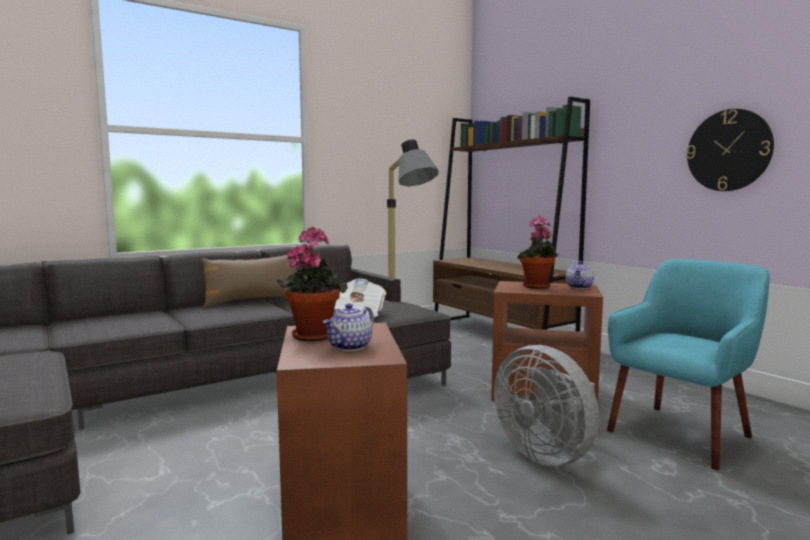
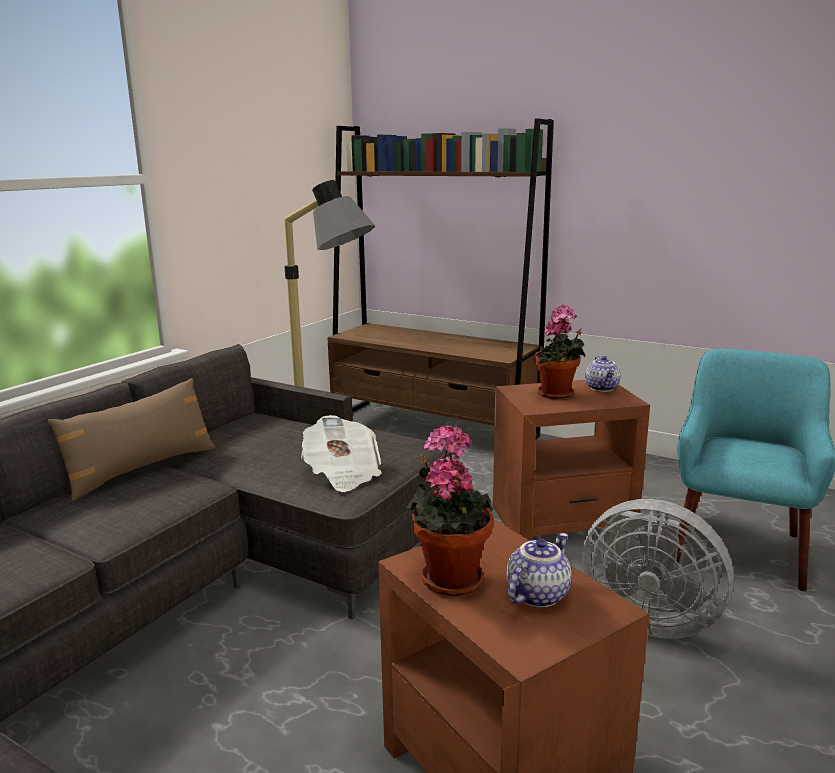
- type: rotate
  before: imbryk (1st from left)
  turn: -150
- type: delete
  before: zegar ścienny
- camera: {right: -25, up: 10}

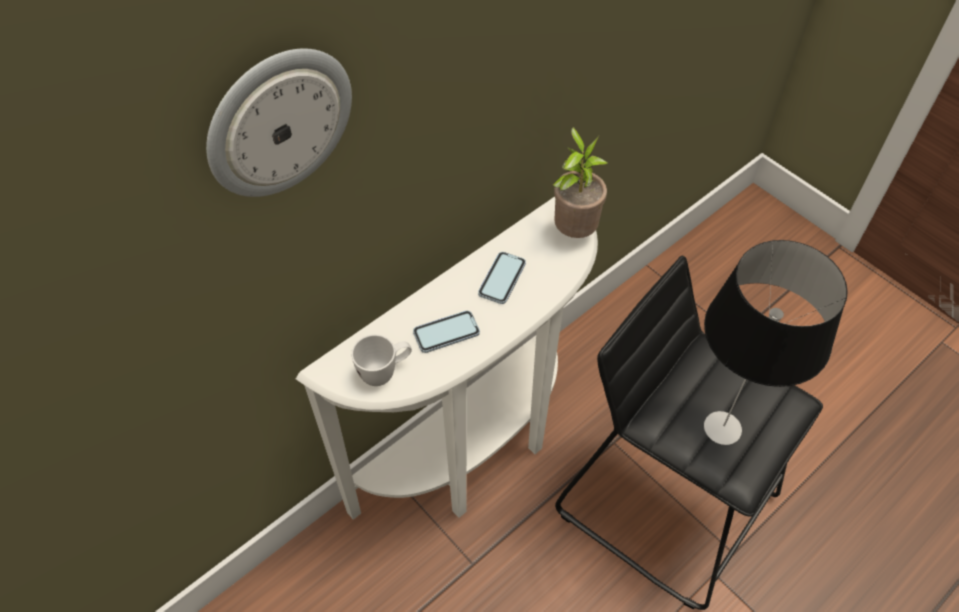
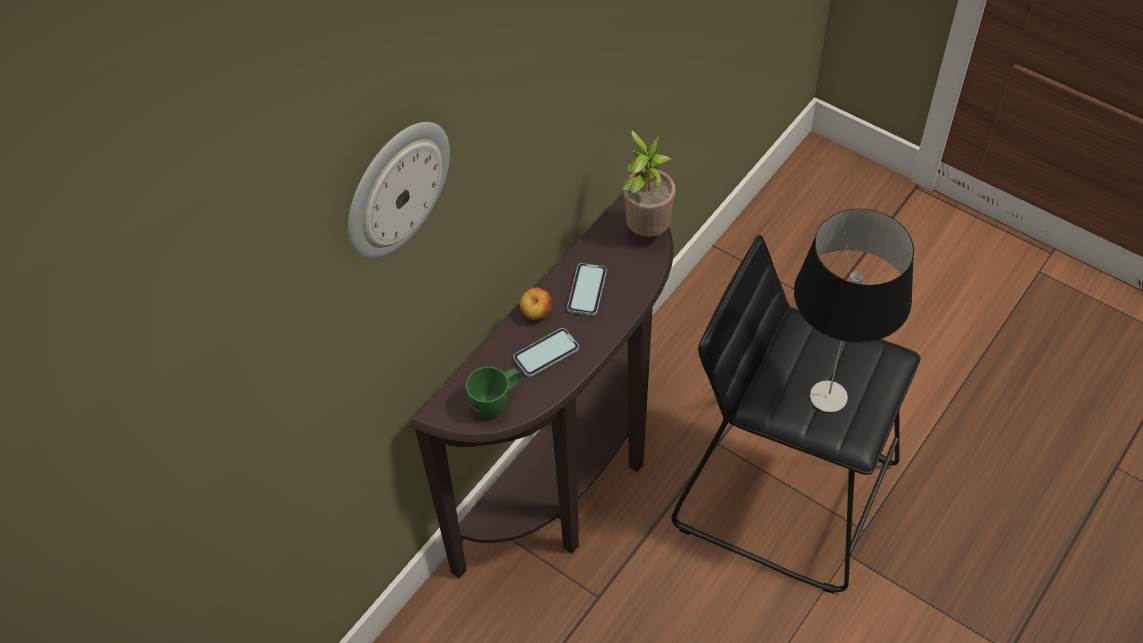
- type: recolor
  before: stolik konsolowy (biały)
  after: stolik konsolowy (brązowy)
- type: recolor
  before: kubek (biały)
  after: kubek (zielony)
- type: insert
  after: jabłko
- camera: {right: -10, up: 0}

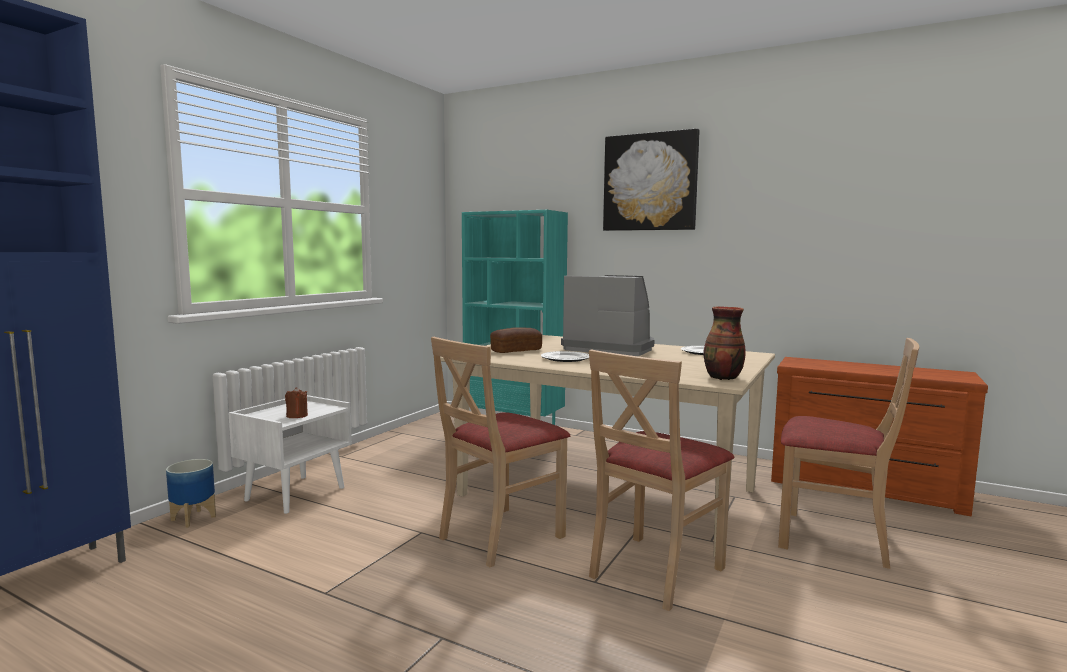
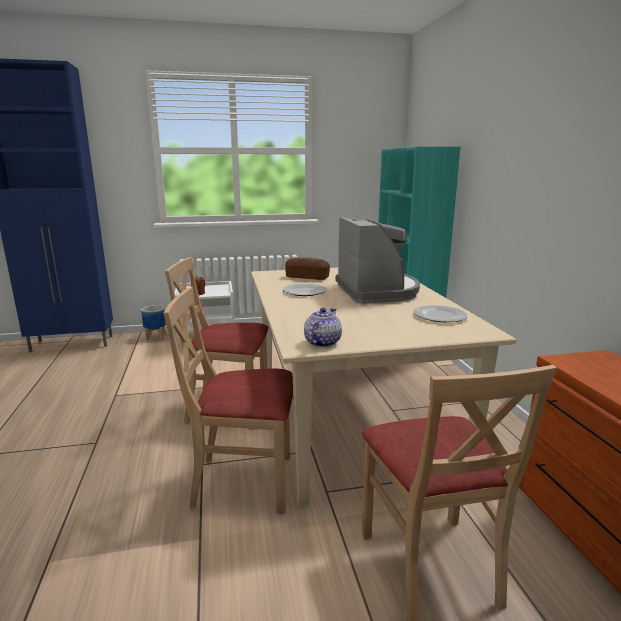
- type: replace
  before: wazon
  after: imbryk
- type: delete
  before: obraz
- camera: {right: 50, up: 10}

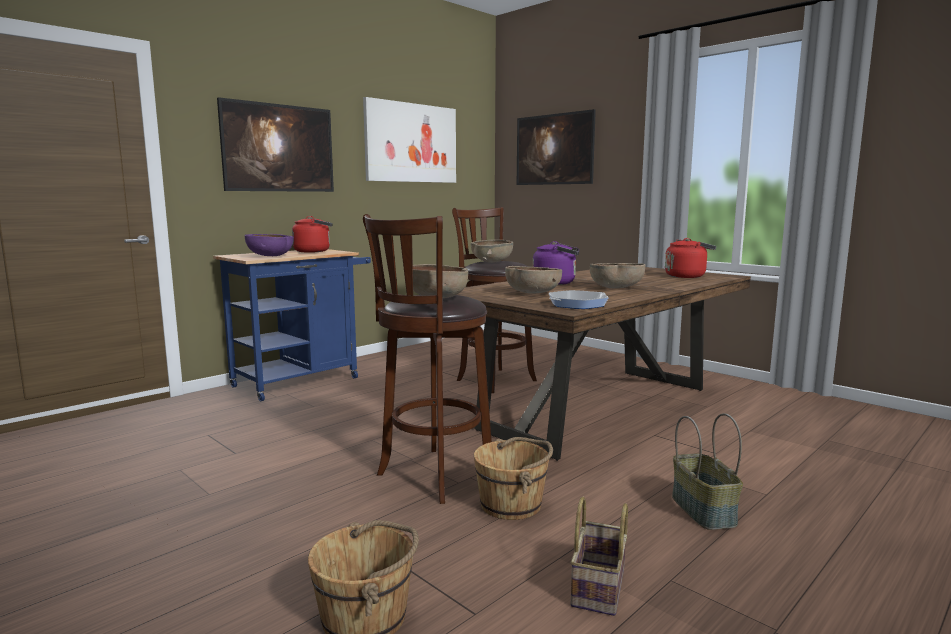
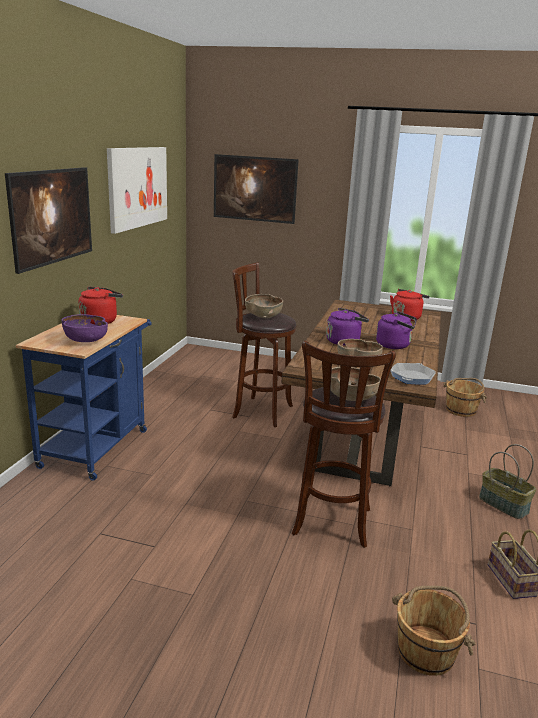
- type: replace
  before: miska (brązowy) (4th from left)
  after: czajnik (fioletowy) (2nd from left)
- type: move
  before: wiadro (brązowy) (2nd from left)
- camera: {right: -30, up: 10}

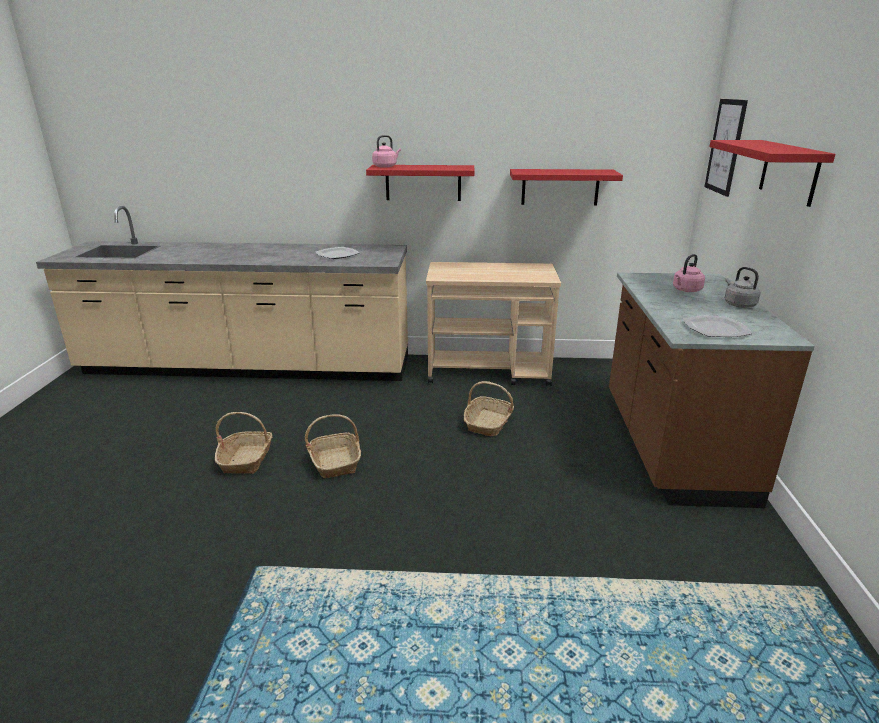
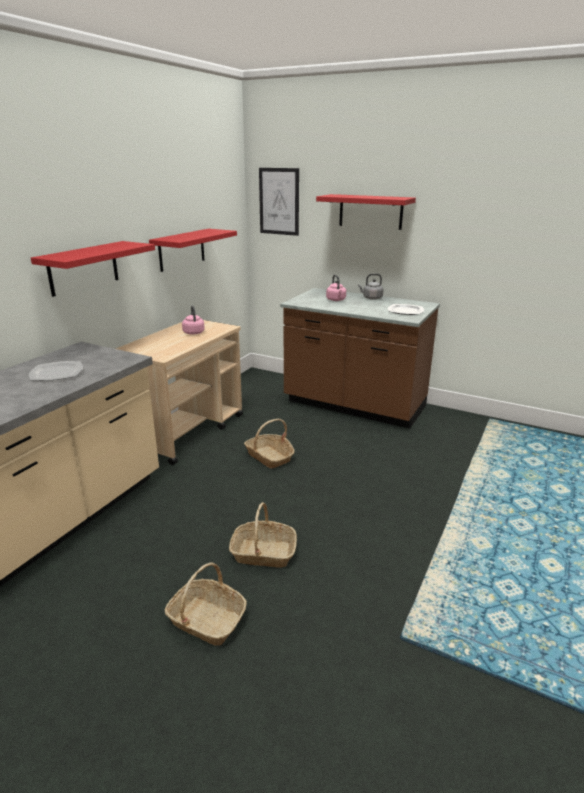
- type: move
  before: czajnik (różowy) (1st from left)
- camera: {right: -65, up: 0}

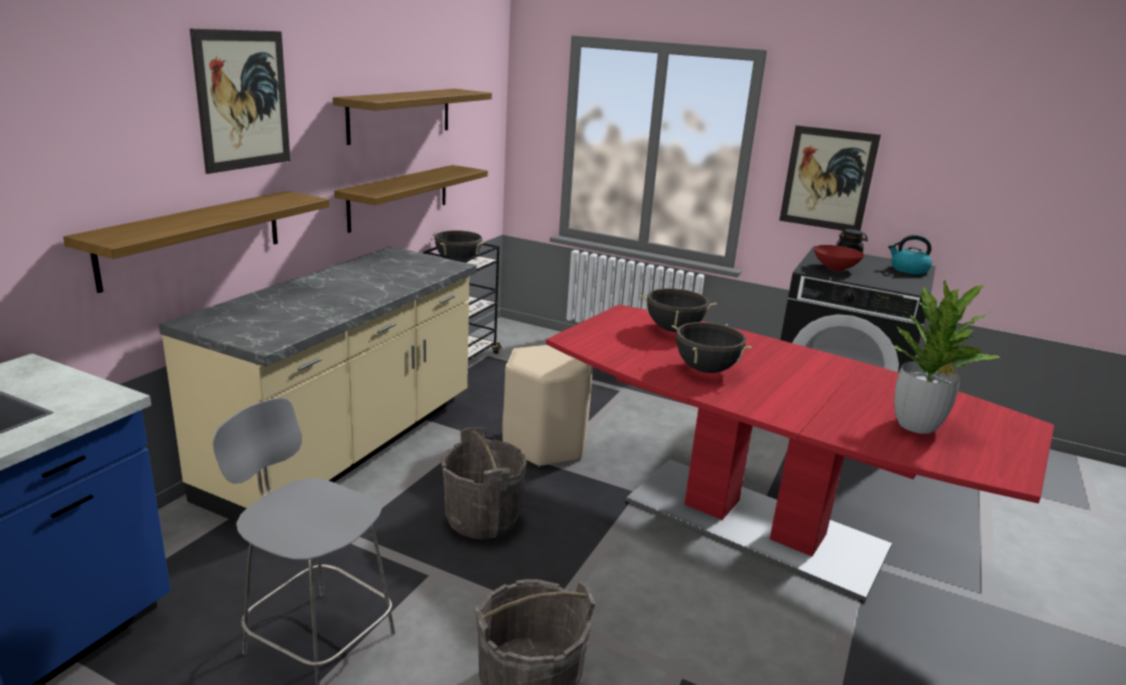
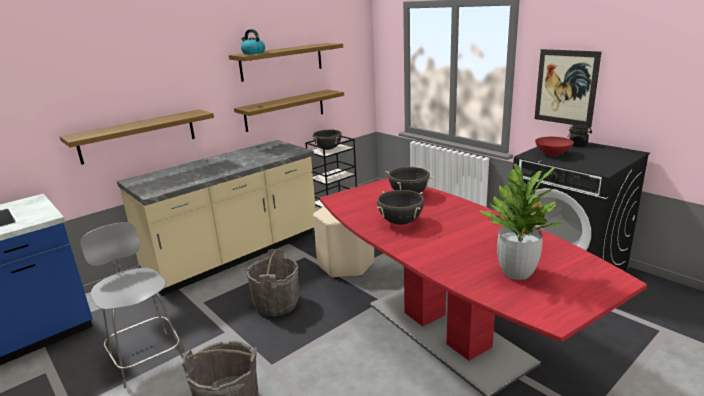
- type: move
  before: czajnik
- type: delete
  before: obraz (1st from left)
- camera: {right: 25, up: 0}

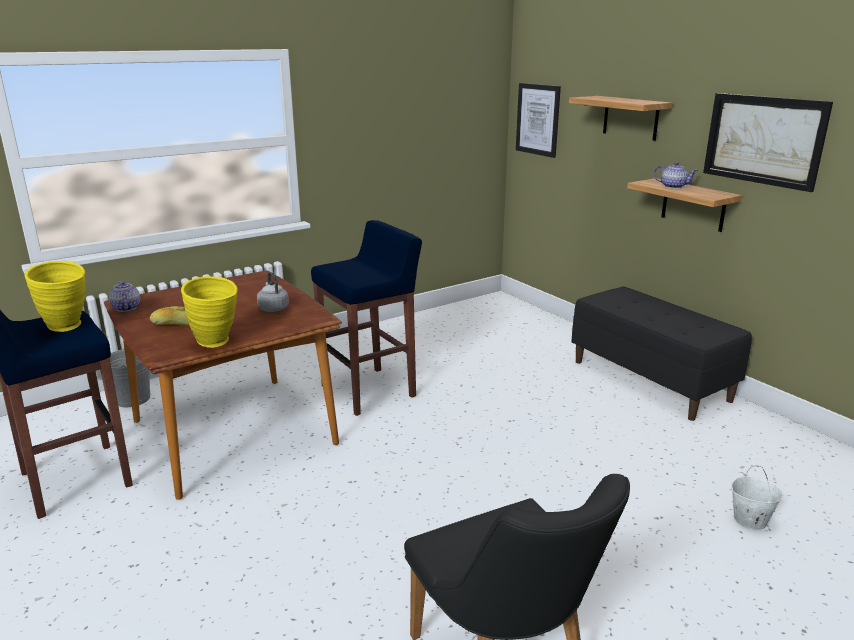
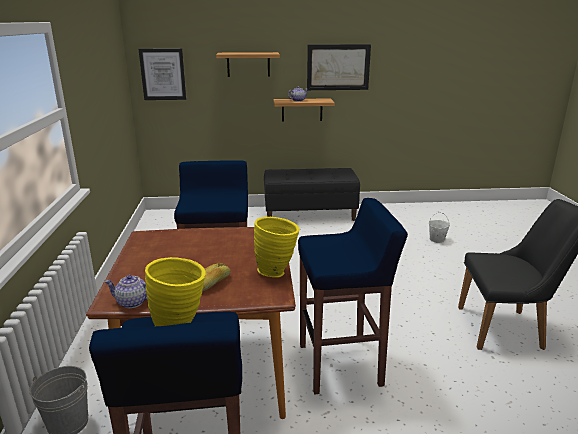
- type: insert
  after: stołek (niebieski) (3rd from left)
- type: delete
  before: czajnik (szary)
- camera: {right: -60, up: 0}

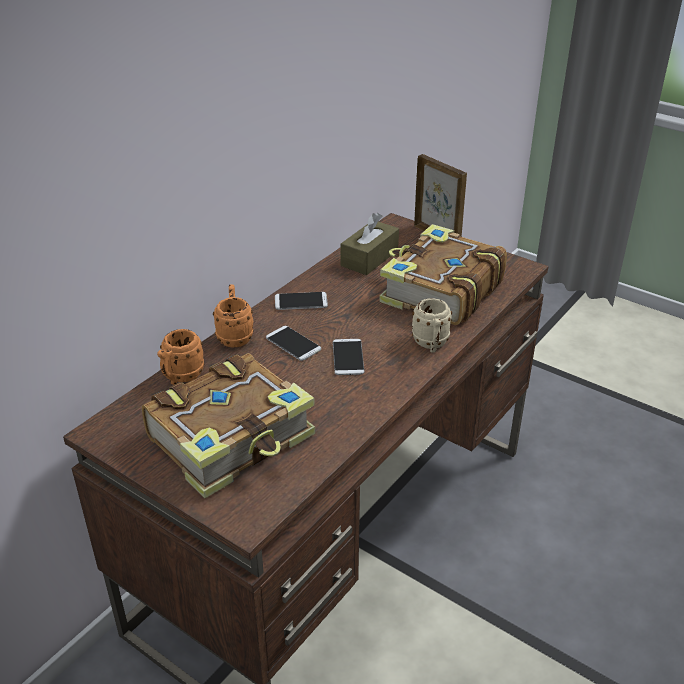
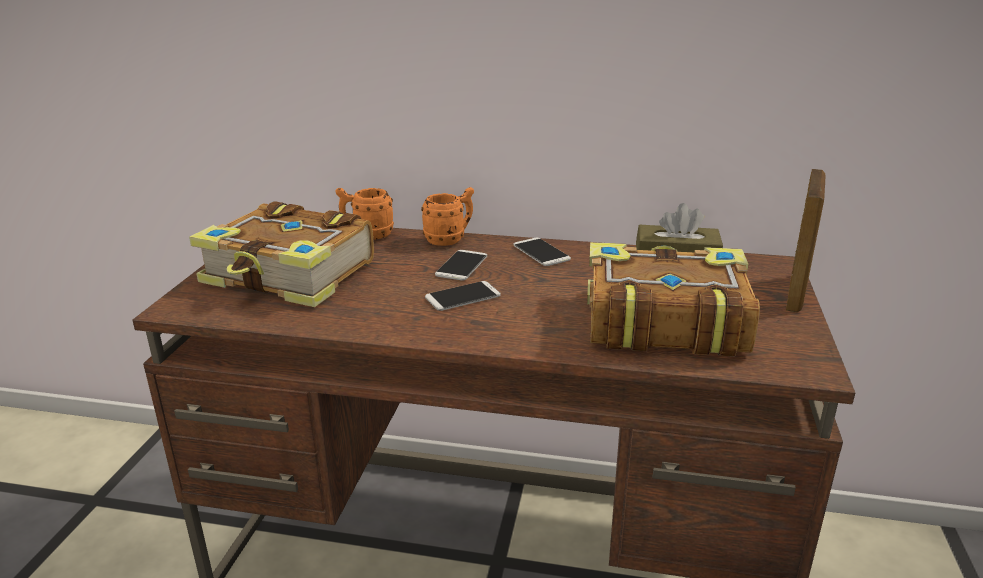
- type: delete
  before: kubek (beżowy)
- camera: {right: 65, up: -10}

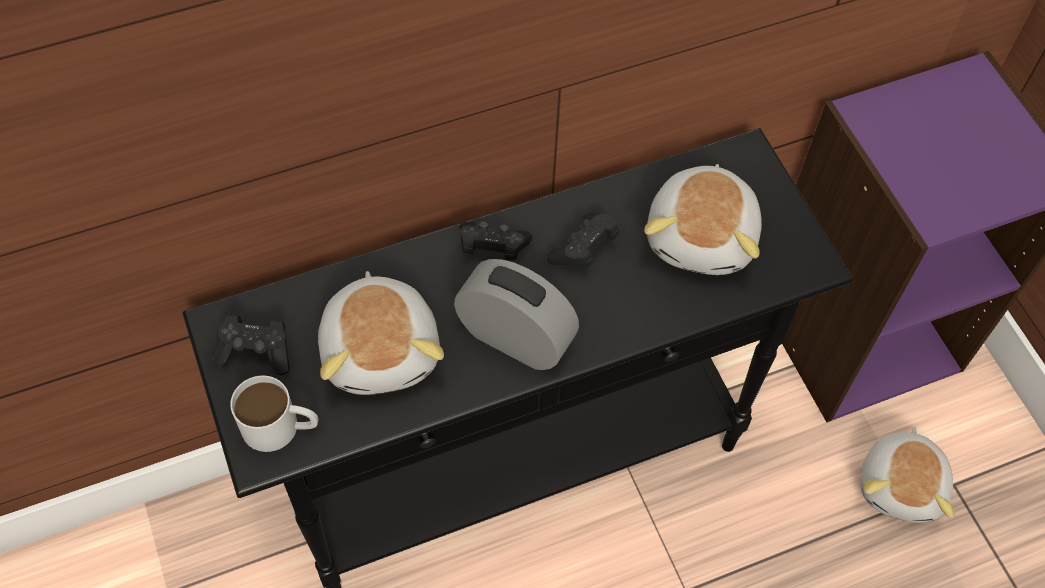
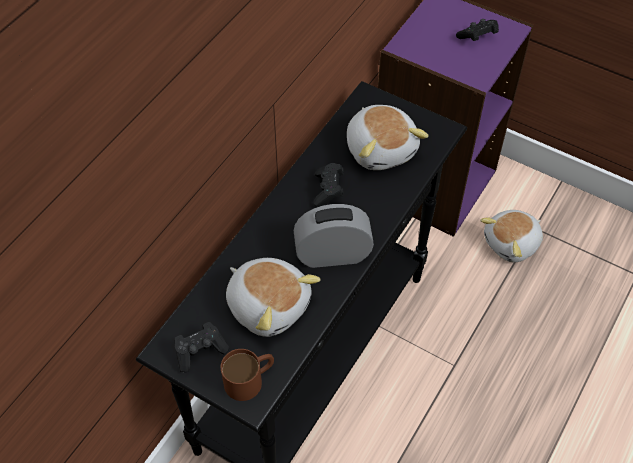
- type: recolor
  before: kubek (biały)
  after: kubek (brązowy)
- type: move
  before: pad do gier (czarny) (2nd from left in the first image)
  after: pad do gier (czarny) (3rd from left)
- type: rotate
  before: pluszak (3rd from left)
  turn: 75
- camera: {right: -35, up: -5}

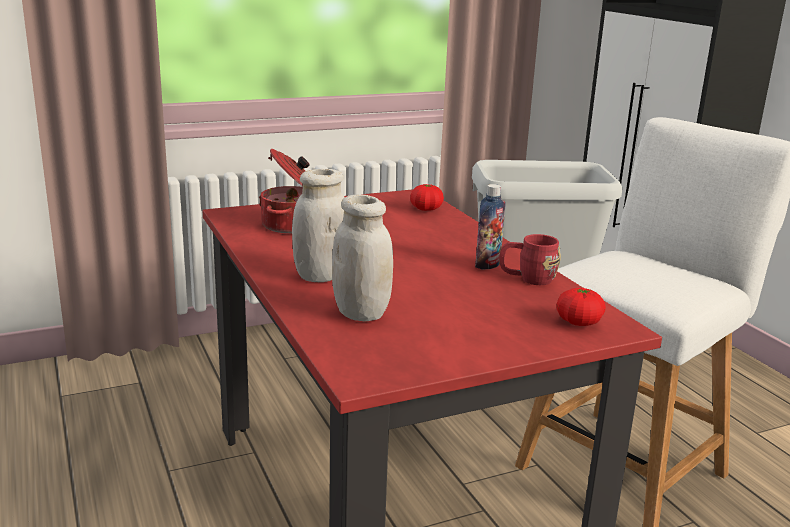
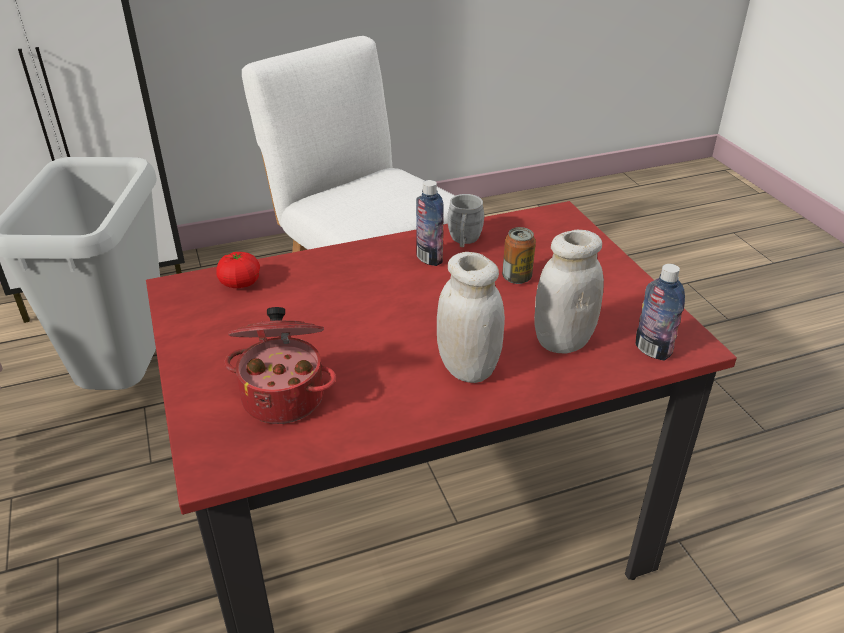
- type: recolor
  before: kubek (czerwony)
  after: kubek (szary)
- type: insert
  after: puszka
- type: insert
  after: butelka (2nd from left)
- type: delete
  before: pomidor (2nd from left)
- camera: {right: -85, up: 15}

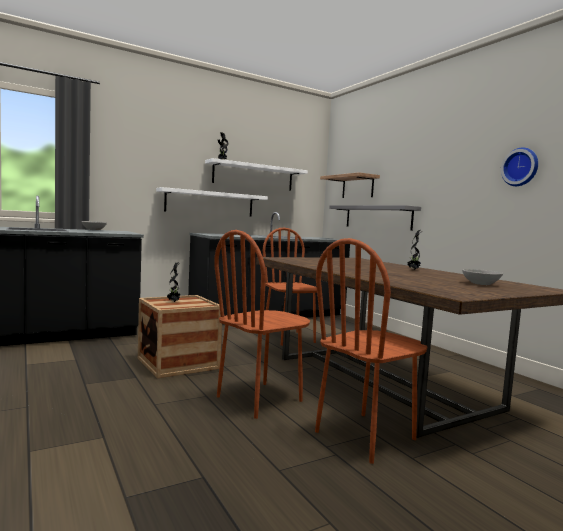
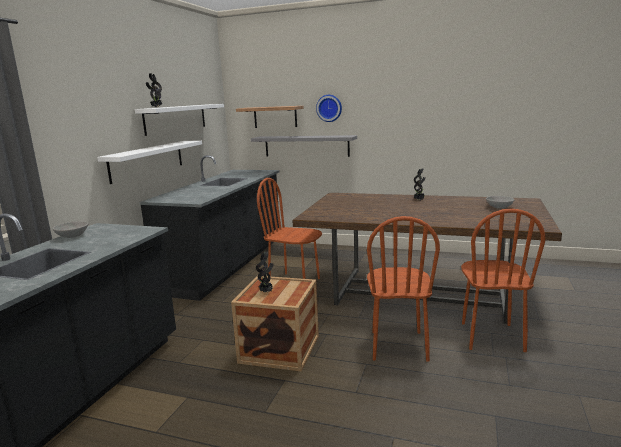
- type: move
  before: zegar ścienny
- camera: {right: -40, up: 10}

